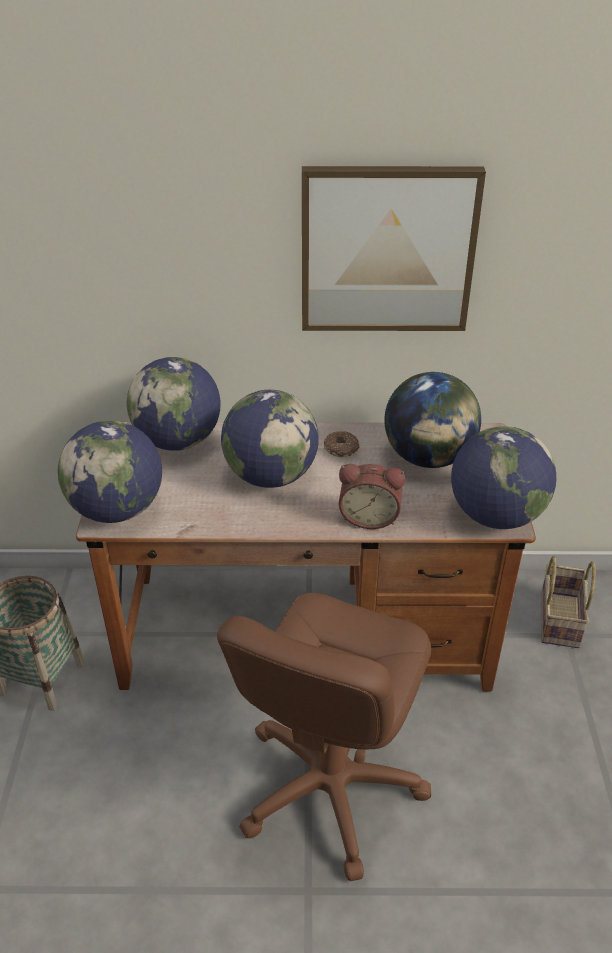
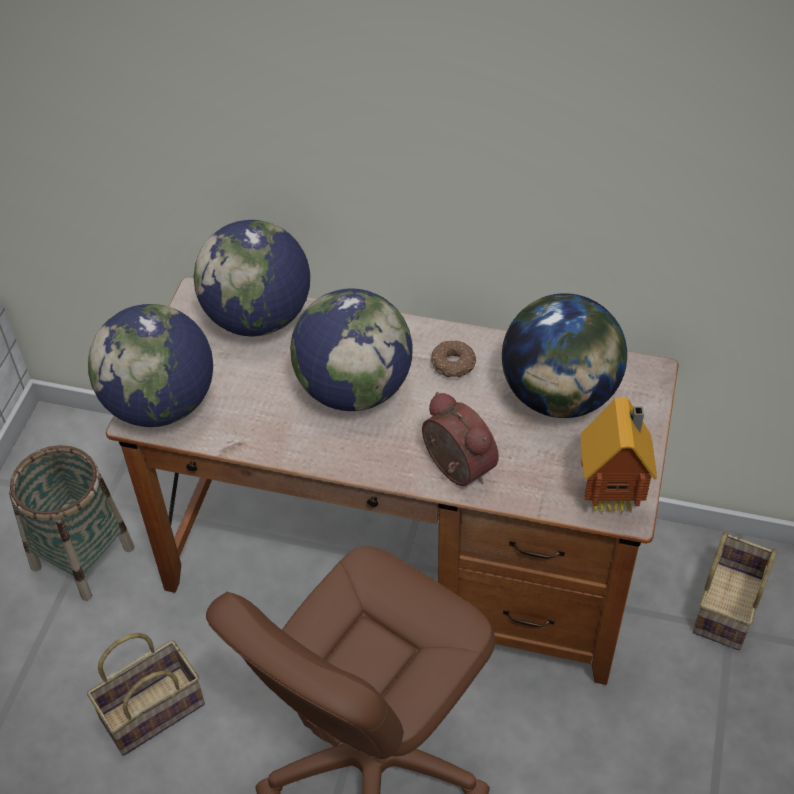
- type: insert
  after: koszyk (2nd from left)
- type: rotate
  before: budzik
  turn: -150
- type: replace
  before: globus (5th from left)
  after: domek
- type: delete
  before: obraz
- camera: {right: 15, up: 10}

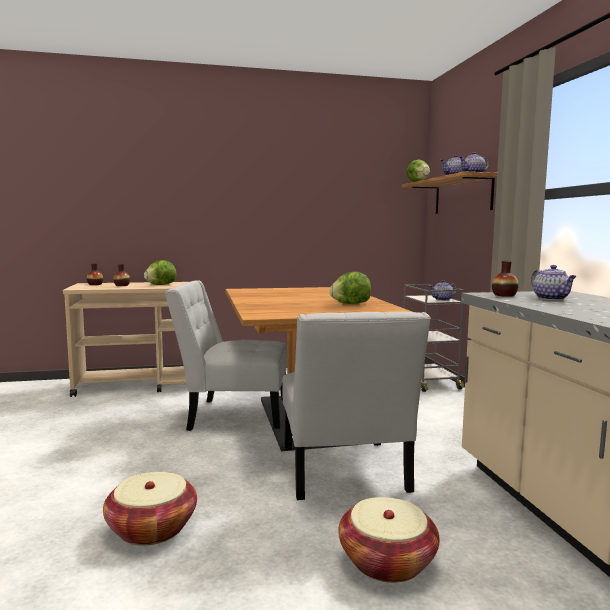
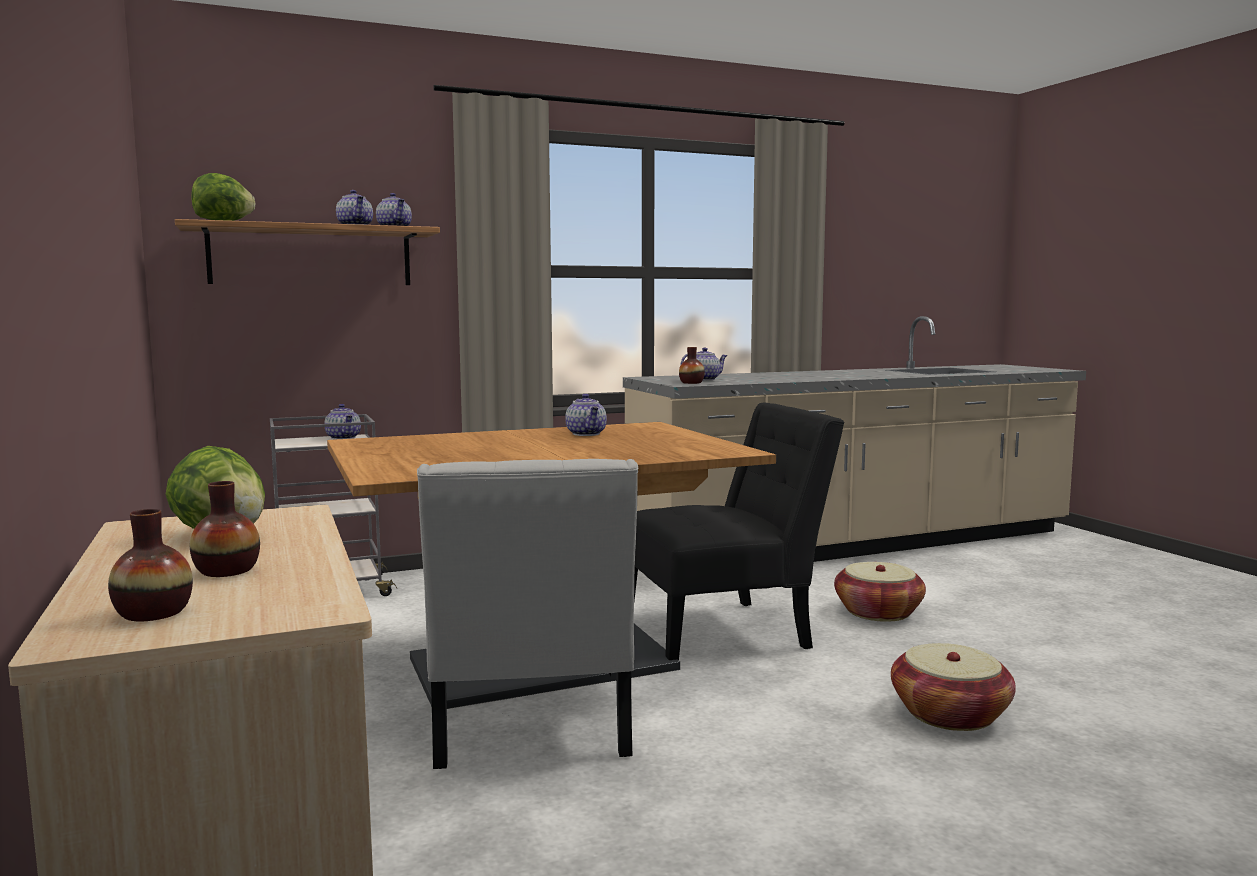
- type: replace
  before: sałata (2nd from left)
  after: imbryk (4th from left)
- type: recolor
  before: krzesło (biały) (2nd from left)
  after: krzesło (czarny)
- camera: {right: -100, up: 0}

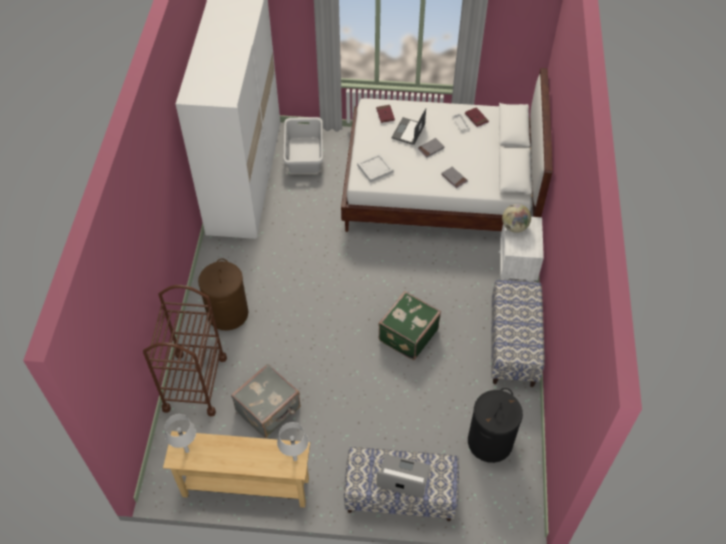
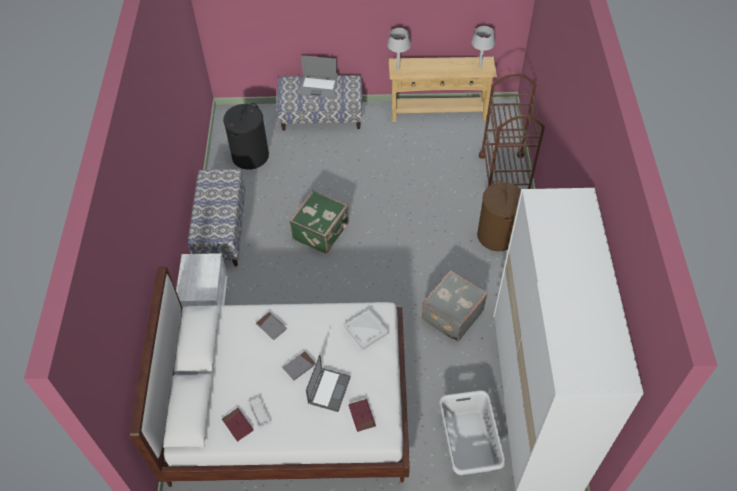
- type: move
  before: walizka (szary)
- type: delete
  before: globus
- camera: {right: 175, up: 0}

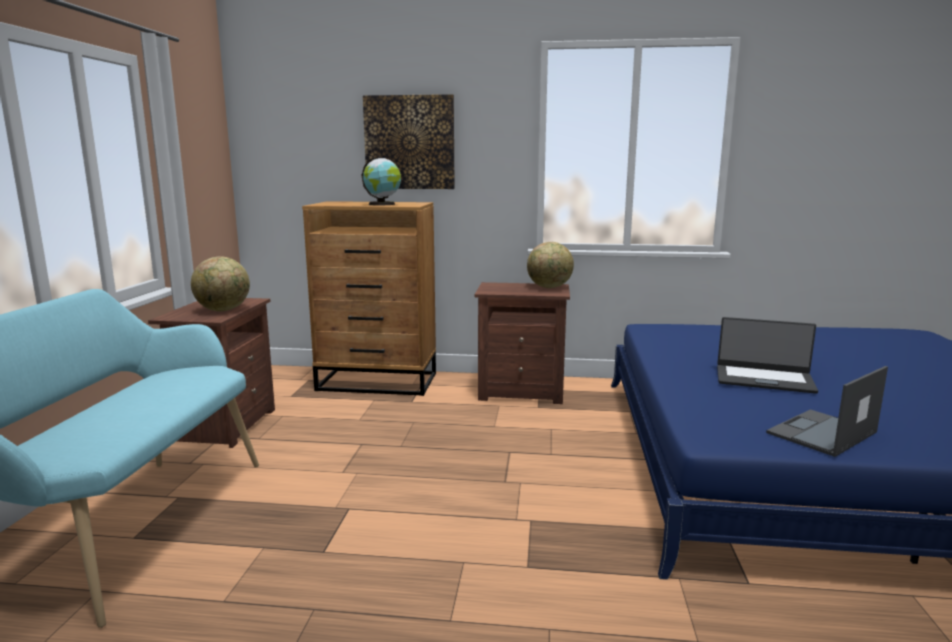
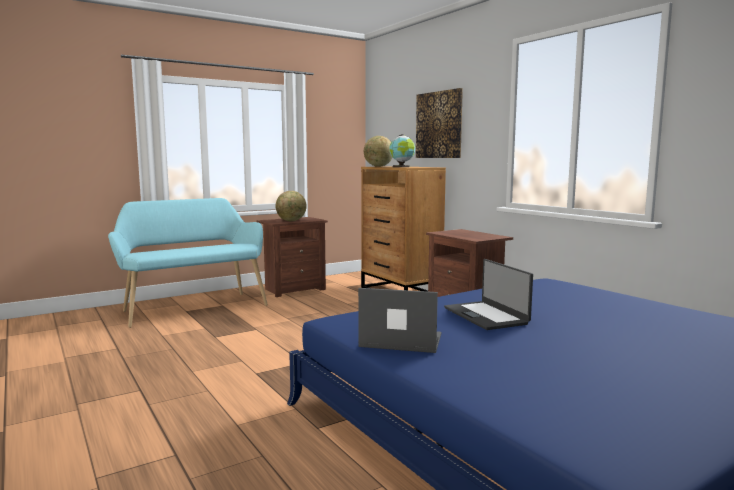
- type: move
  before: globus (3rd from left in the first image)
  after: globus (2nd from left)
- camera: {right: 50, up: -5}

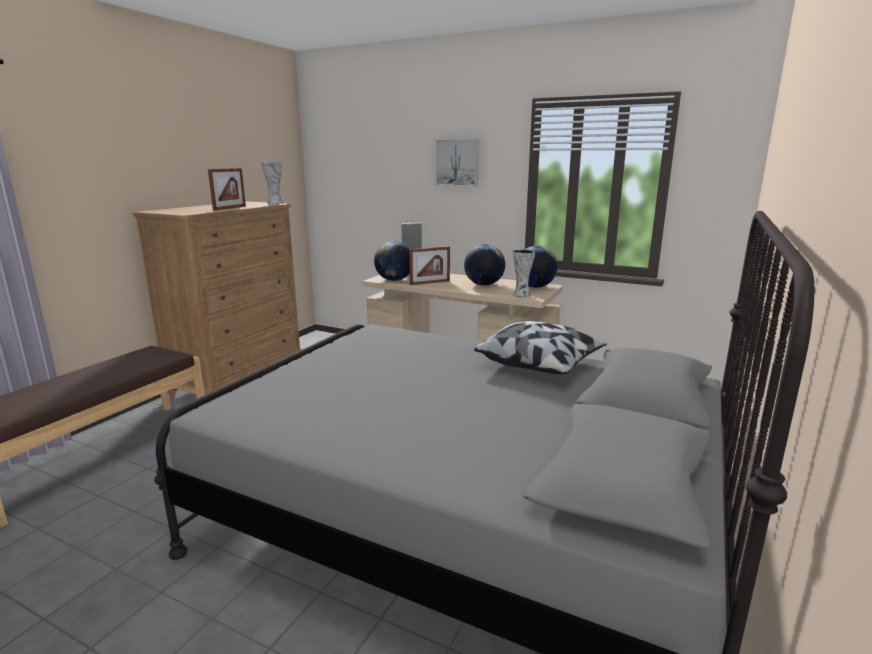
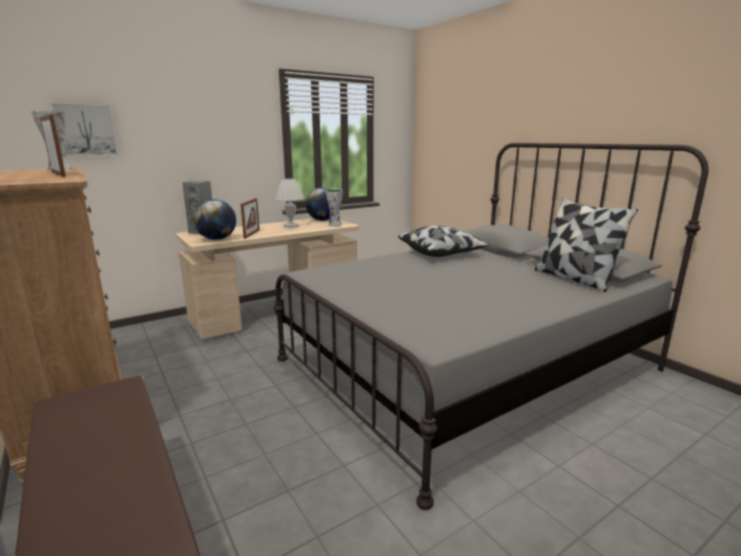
- type: move
  before: obraz
- type: replace
  before: globus (2nd from left)
  after: lampa stołowa (biały)
- type: insert
  after: poduszka (2nd from left)
- camera: {right: -60, up: 0}

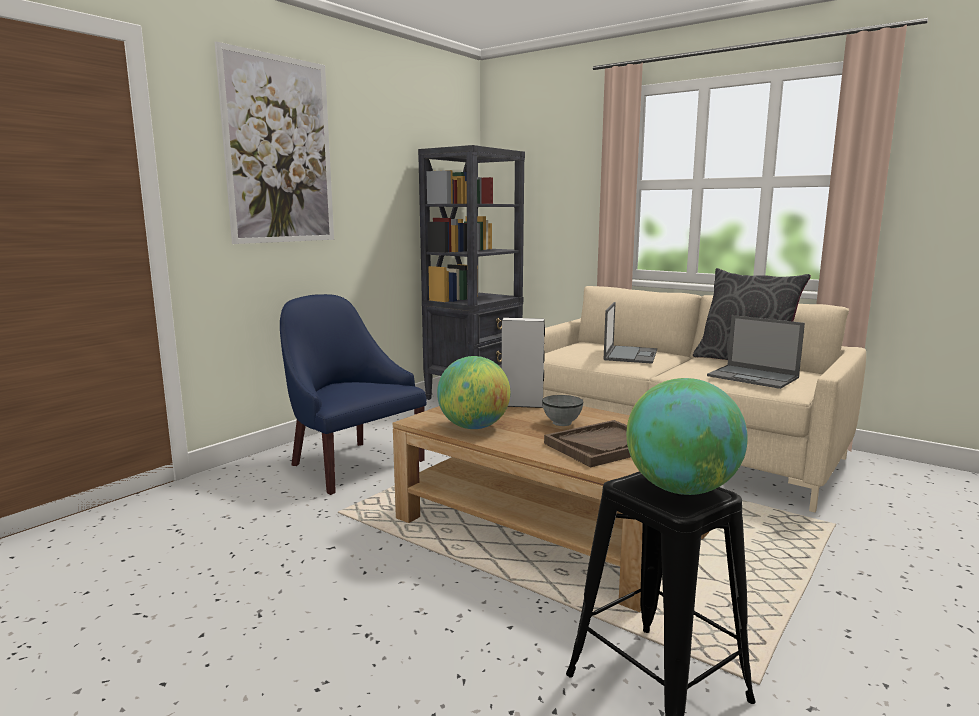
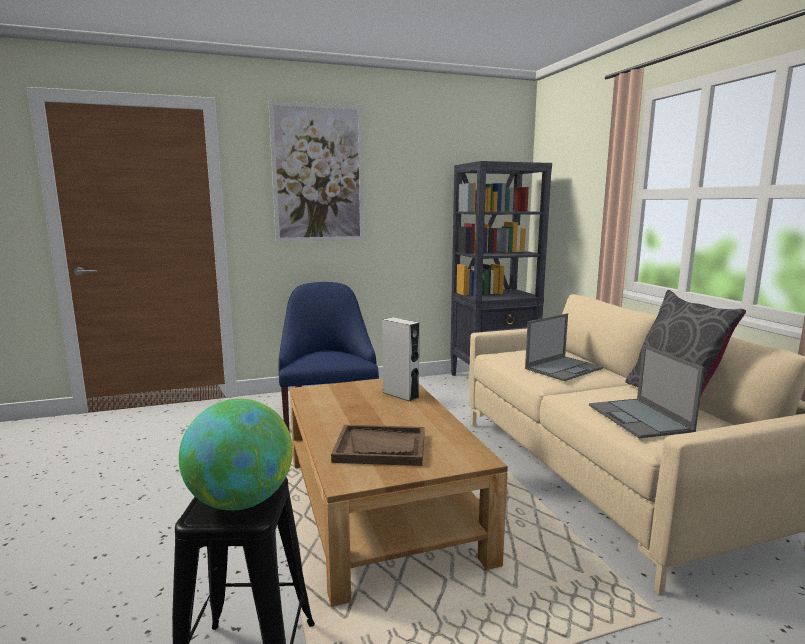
- type: delete
  before: globus (1st from left)
- type: delete
  before: miska (szary)
- camera: {right: 35, up: 0}

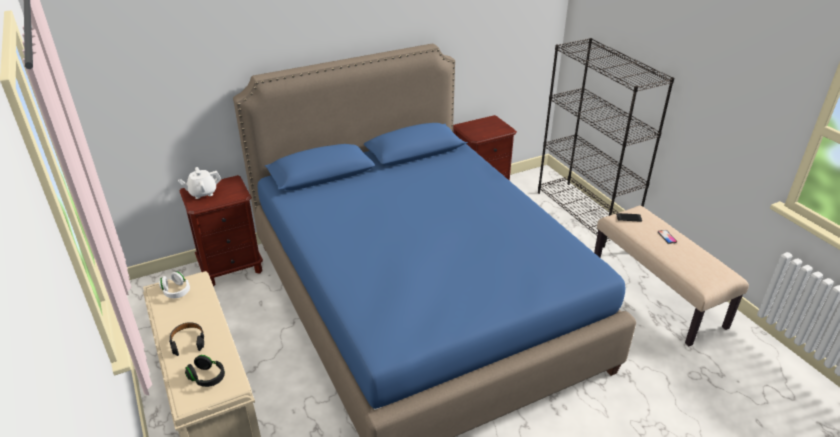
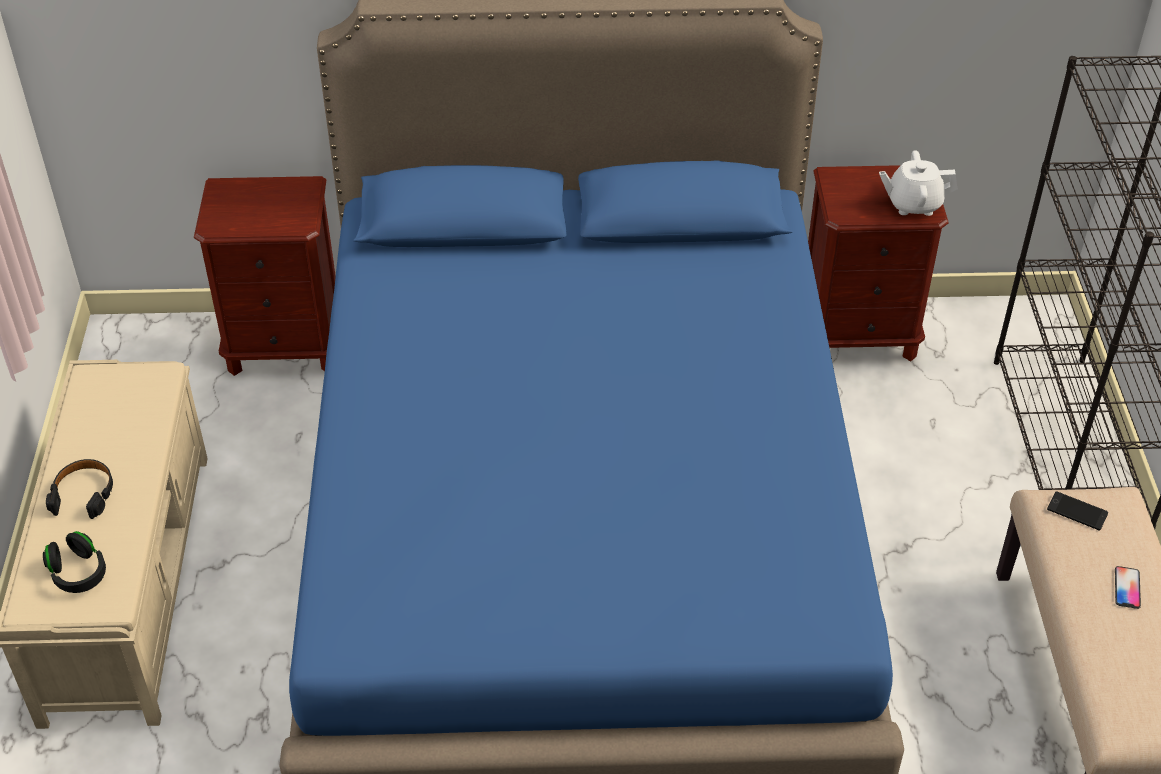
- type: move
  before: imbryk (biały)
- type: delete
  before: słuchawki (biały)
- camera: {right: 25, up: 10}

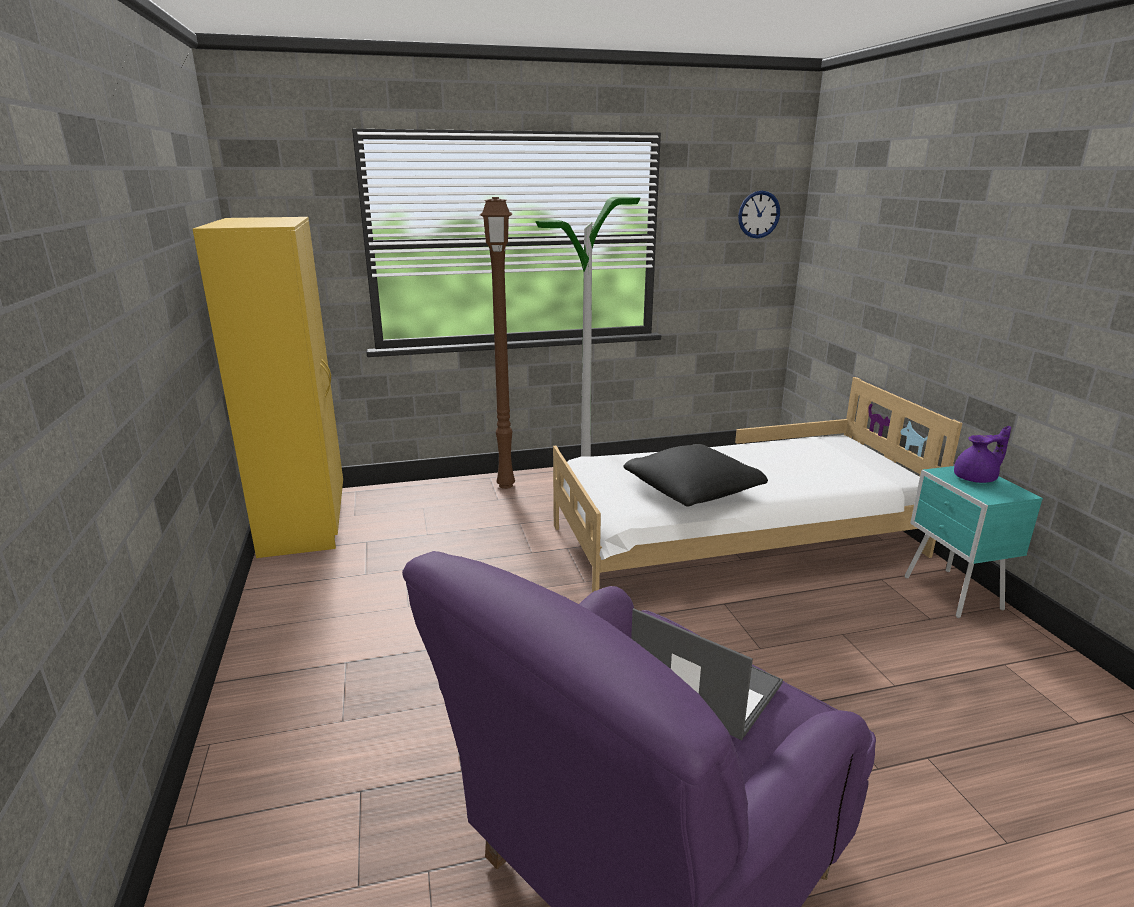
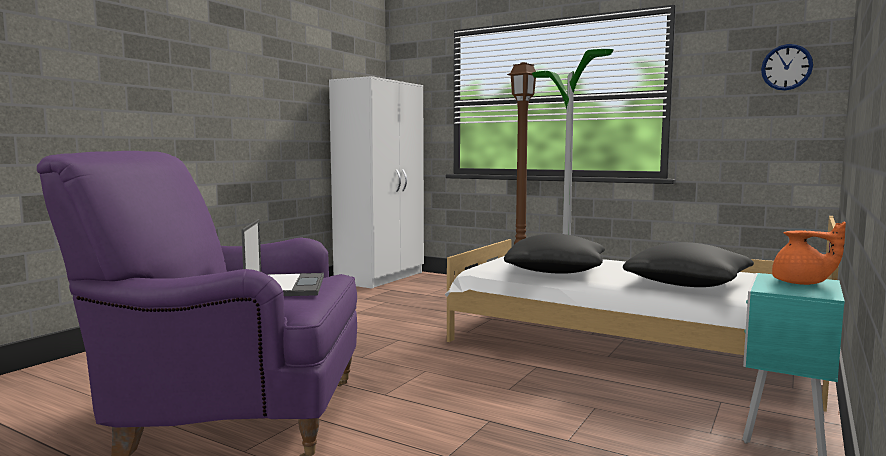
- type: recolor
  before: szafa (żółty)
  after: szafa (biały)
- type: insert
  after: poduszka (czarny) (2nd from left)
- type: recolor
  before: imbryk (fioletowy)
  after: imbryk (pomarańczowy)
- camera: {right: 45, up: -15}

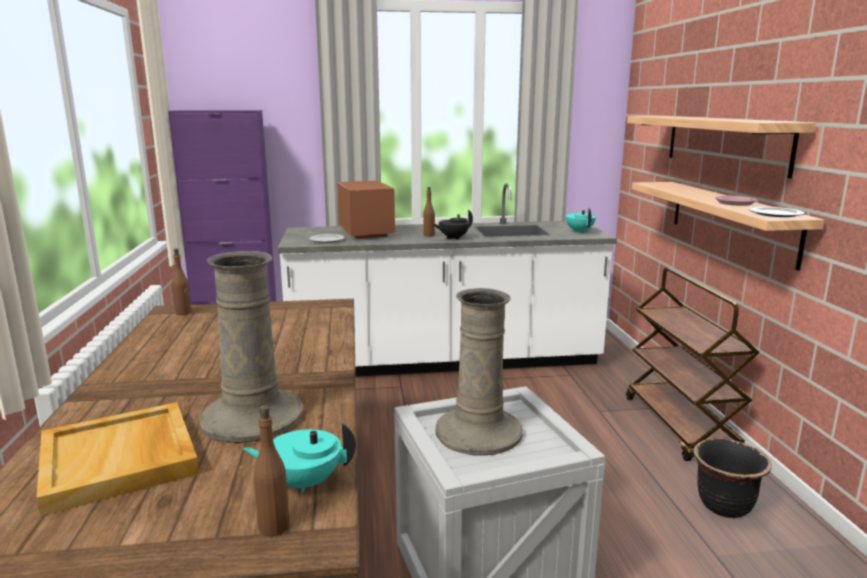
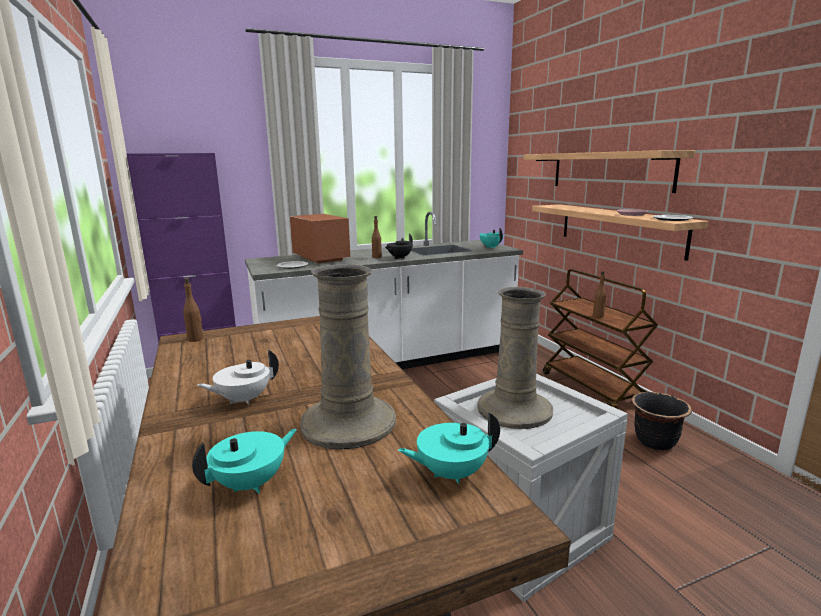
- type: replace
  before: taca (beżowy)
  after: imbryk (turkusowy) (1st from left)
- type: insert
  after: imbryk (biały)
- type: move
  before: butelka (brązowy) (2nd from left in the first image)
  after: butelka (brązowy) (3rd from left)
- camera: {right: -15, up: 0}

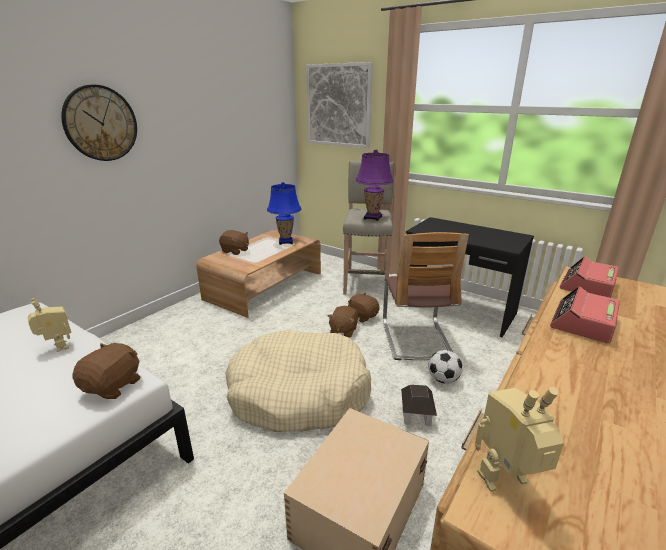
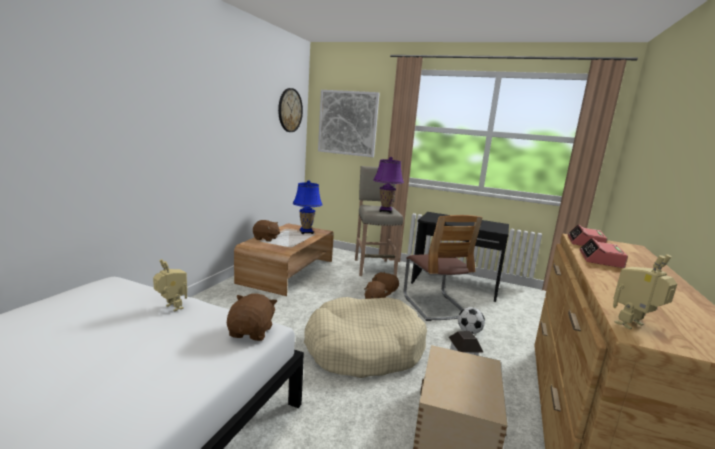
- type: move
  before: zegar ścienny
- camera: {right: -15, up: -10}

